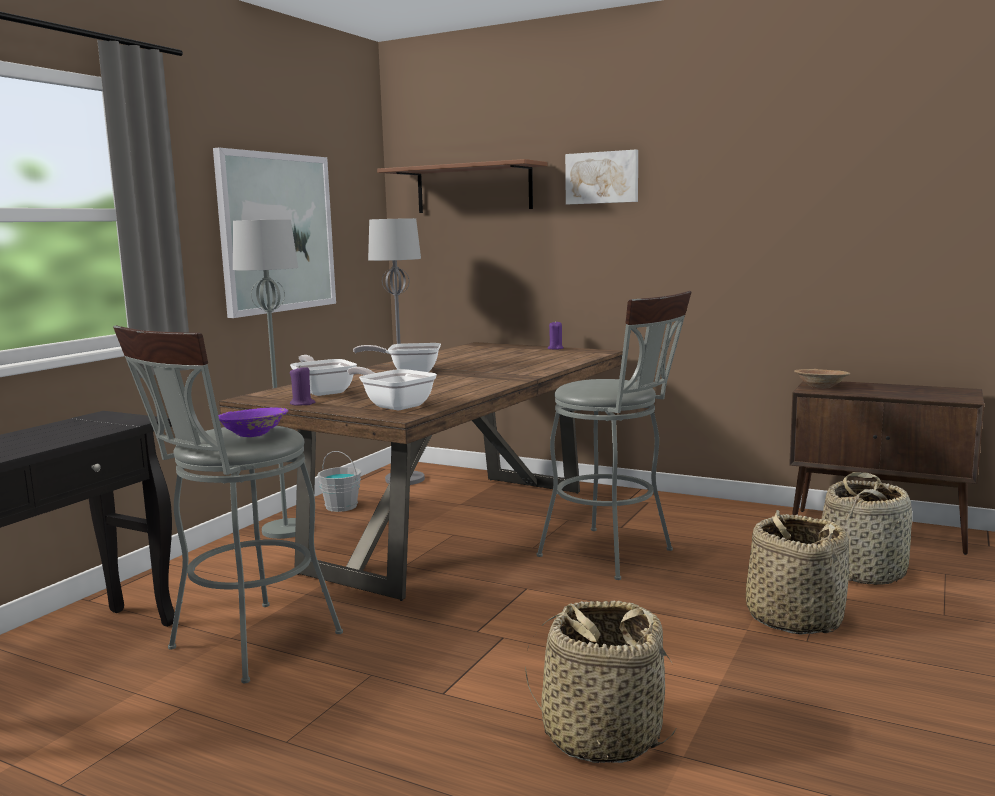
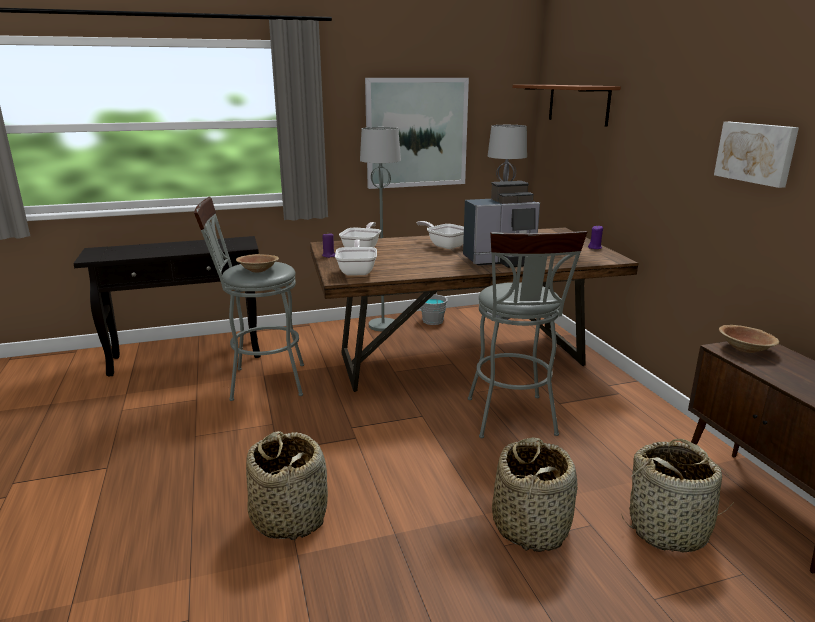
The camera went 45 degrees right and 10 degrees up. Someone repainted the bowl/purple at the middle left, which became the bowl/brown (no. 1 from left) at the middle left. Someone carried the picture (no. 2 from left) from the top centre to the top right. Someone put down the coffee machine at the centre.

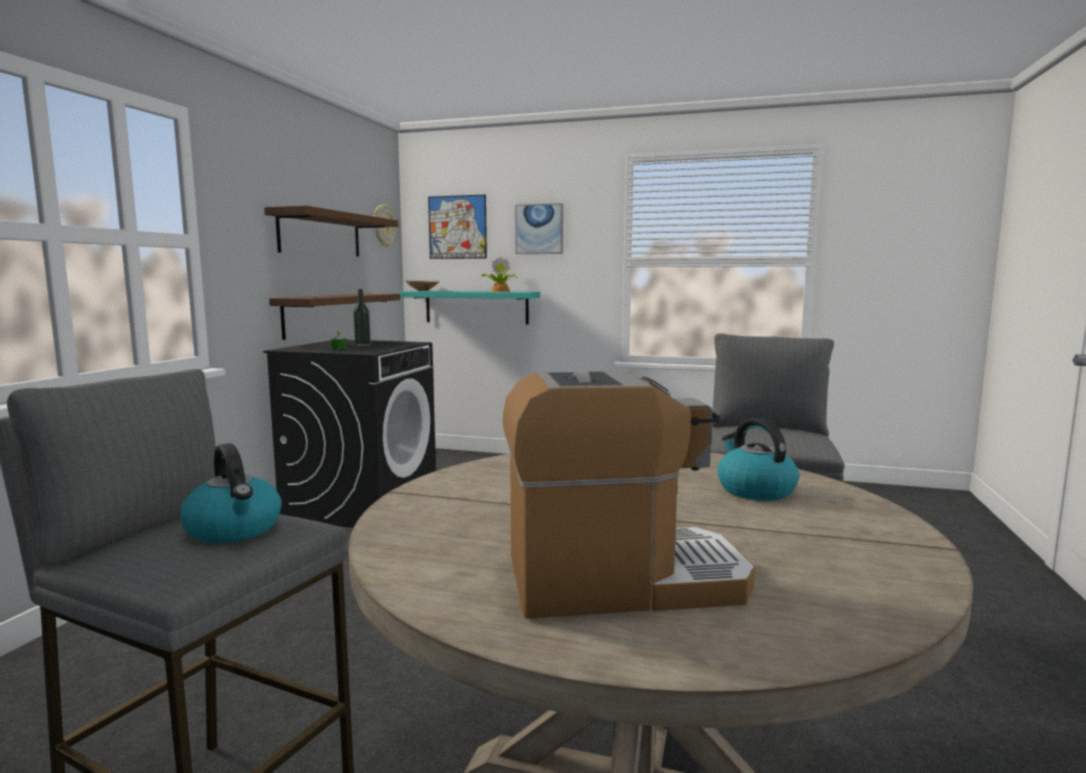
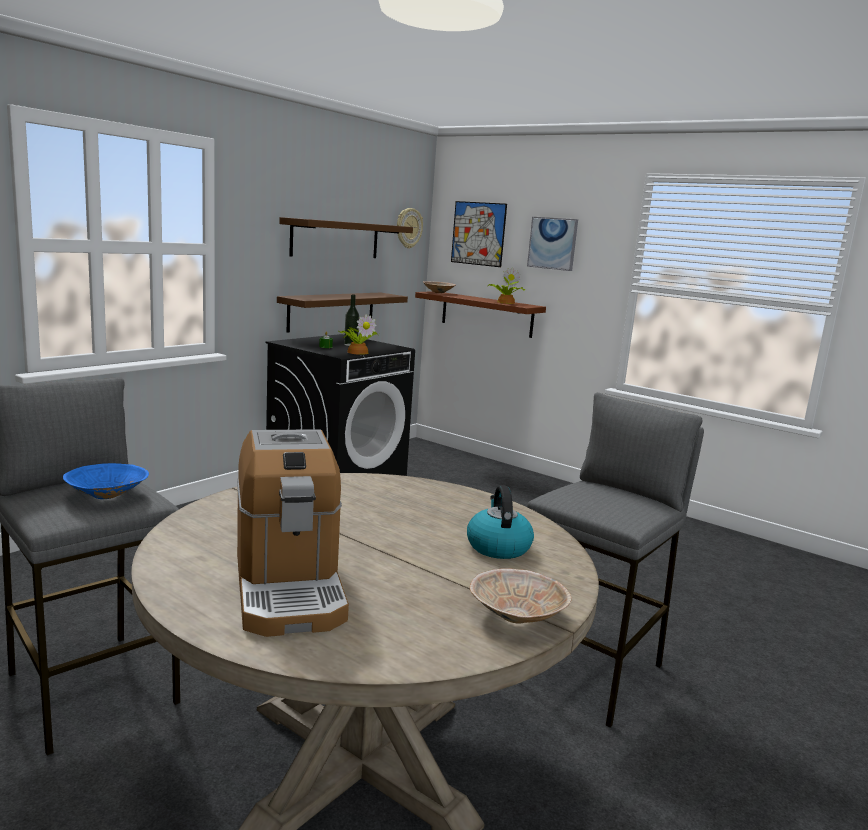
The camera went 20 degrees right and 5 degrees up. Someone swapped the kettle (no. 1 from left) at the middle left for the bowl/blue at the middle left. Someone repainted the shelf/turquoise at the centre, which became the shelf/brown (no. 3 from left) at the centre. Someone rotated the coffee machine at the centre by 60 degrees clockwise. Someone put down the potted plant (no. 1 from left) at the centre. Someone put down the bowl/beige (no. 2 from left) at the bottom centre.

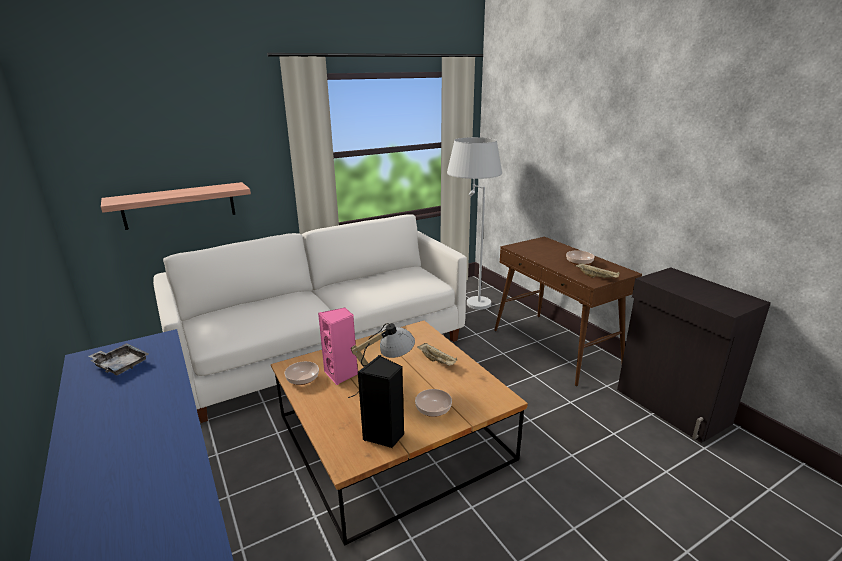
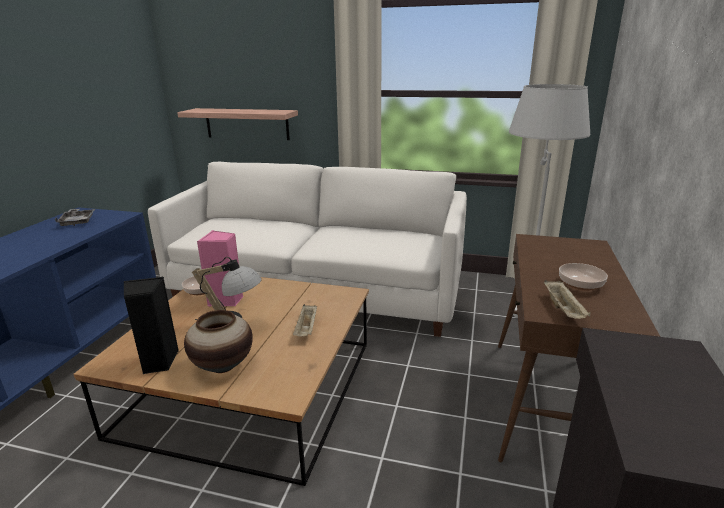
The camera went 45 degrees right and 0 degrees up. Someone swapped the bowl (no. 2 from left) at the bottom centre for the vase at the bottom left.

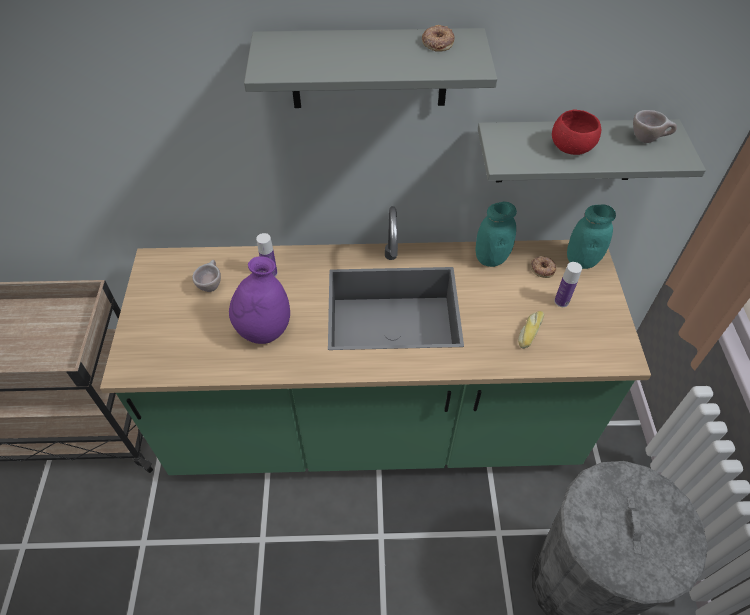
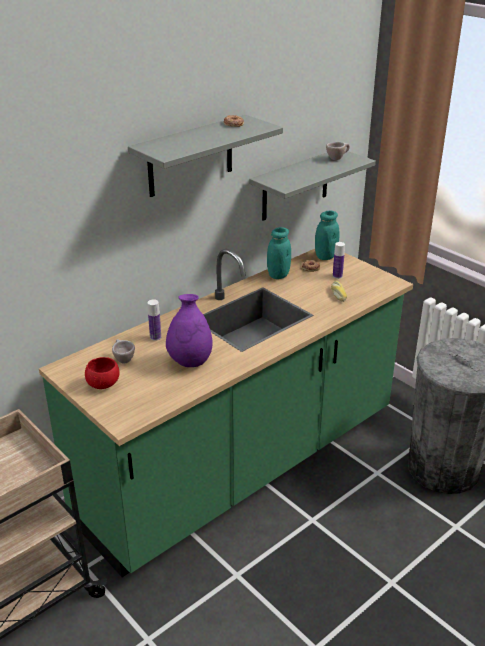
The camera went 40 degrees left and 20 degrees down. Someone carried the bowl/red from the top right to the middle left.

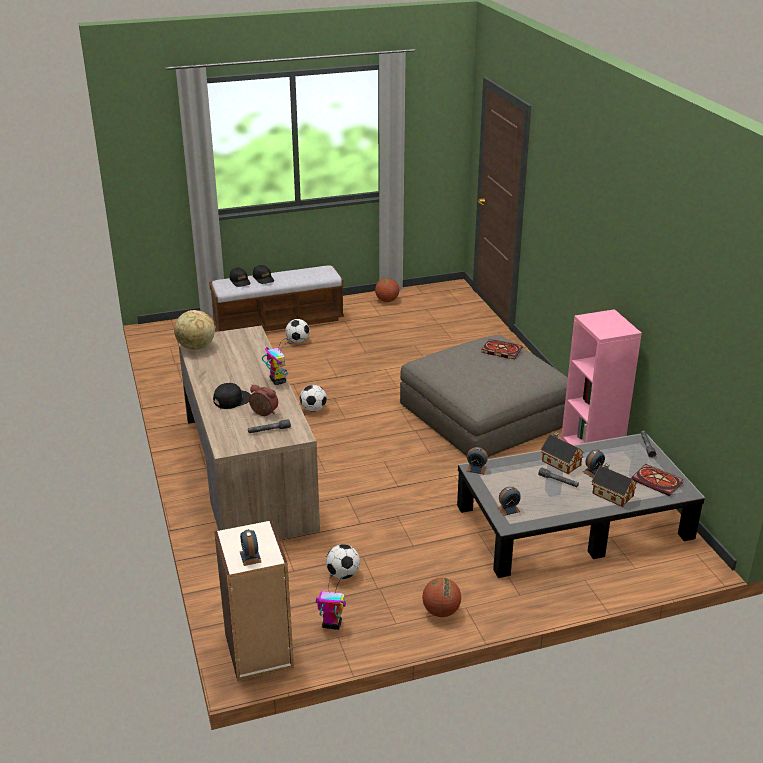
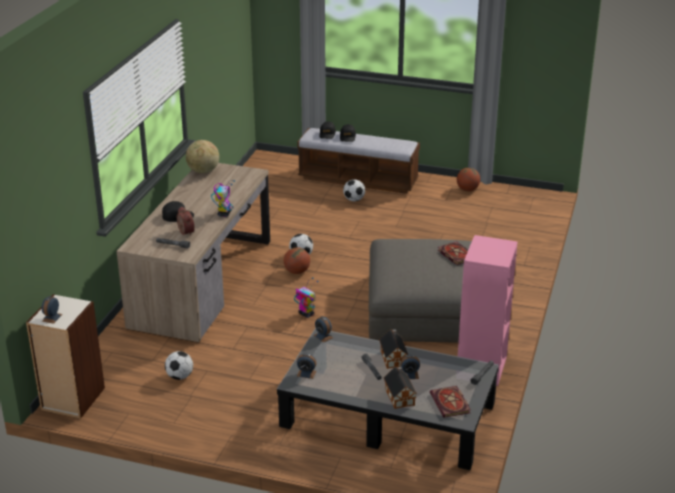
The camera went 35 degrees right and 0 degrees up. Someone carried the toy robot (no. 2 from left) from the bottom centre to the centre. Someone carried the basketball (no. 2 from left in the first image) from the bottom centre to the centre.

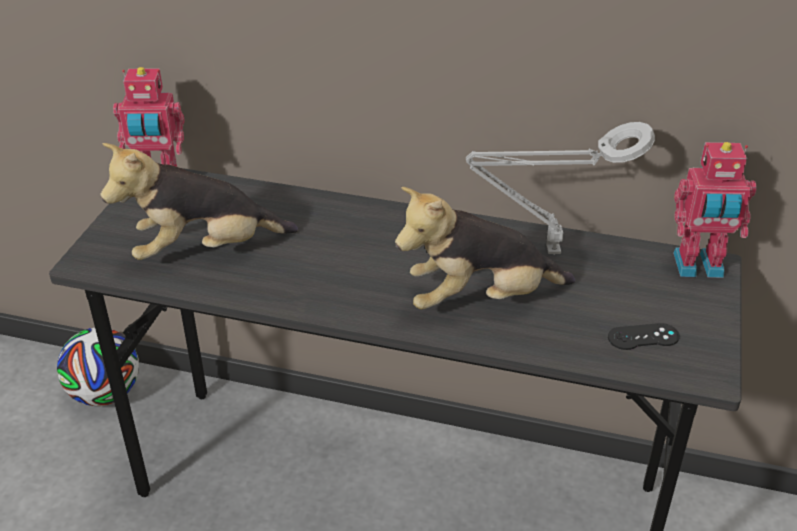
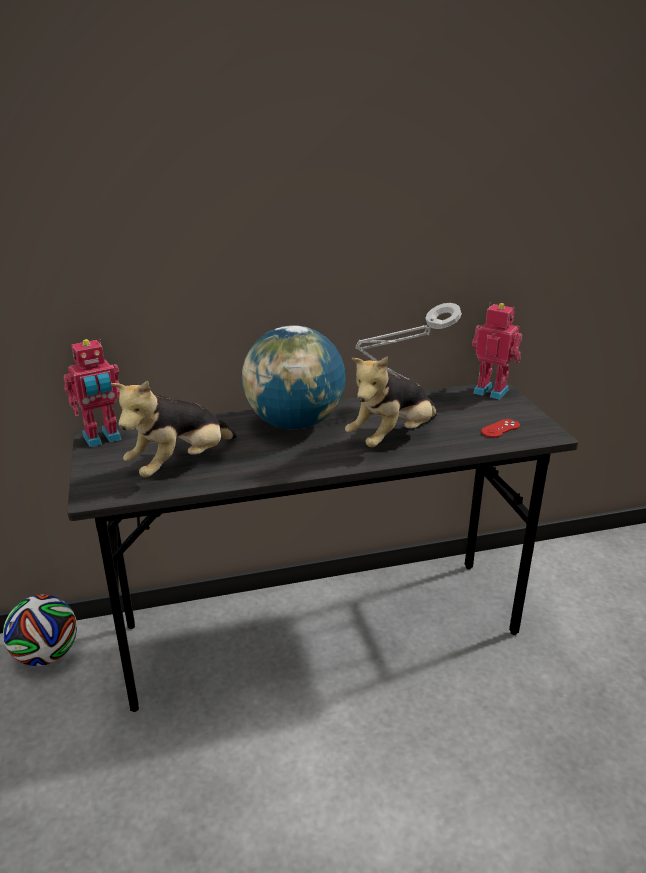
The camera went 30 degrees left and 10 degrees down. Someone repainted the game controller/black at the middle right, which became the game controller/red at the middle right. Someone rotated the toy robot (no. 2 from left) at the middle right by 120 degrees counterclockwise. Someone put down the globe at the centre.

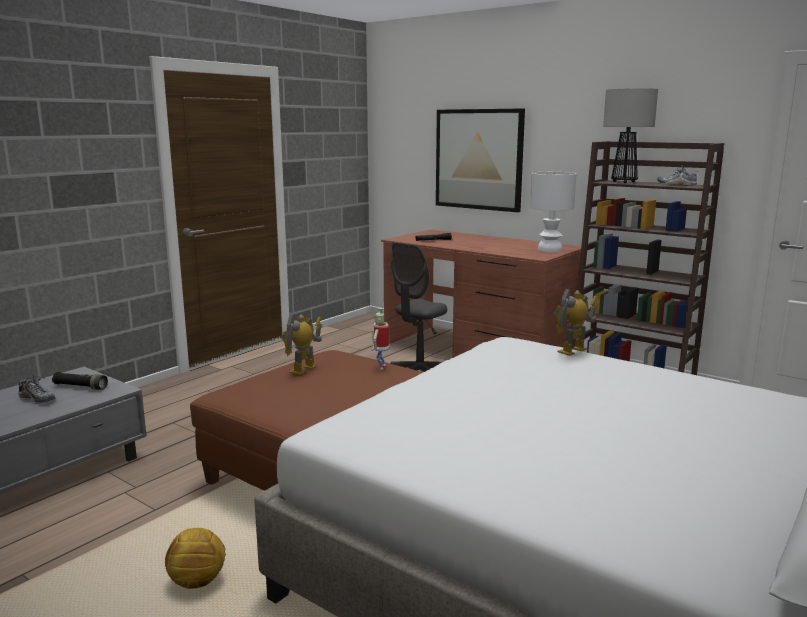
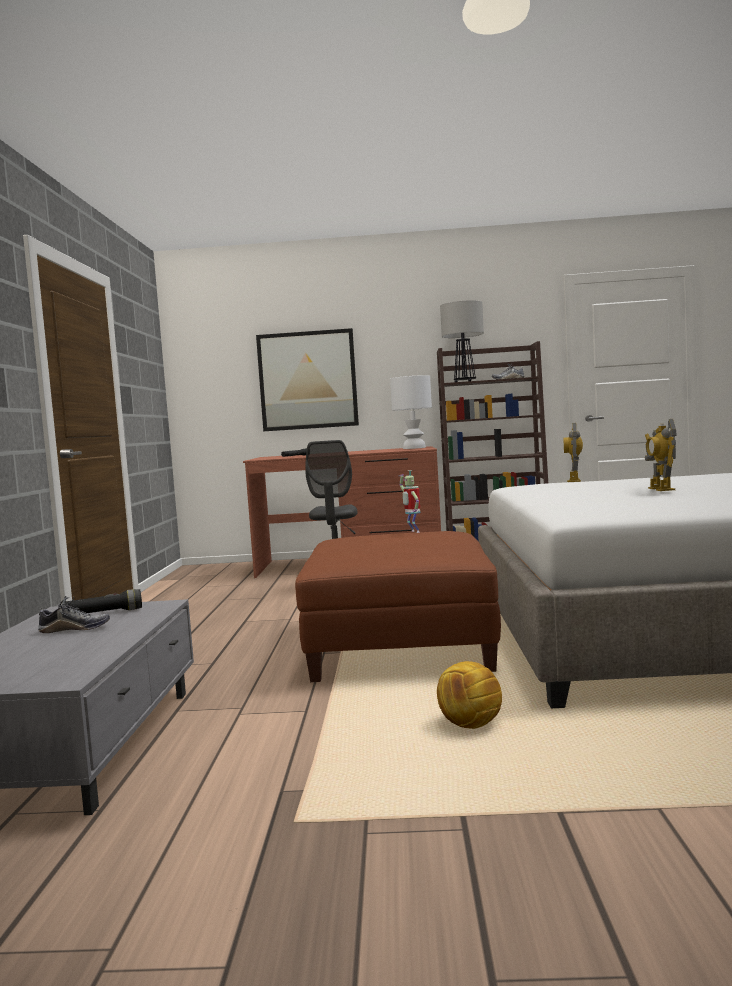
The camera went 35 degrees left and 10 degrees down. Someone carried the toy robot (no. 1 from left in the first image) from the centre to the middle right.

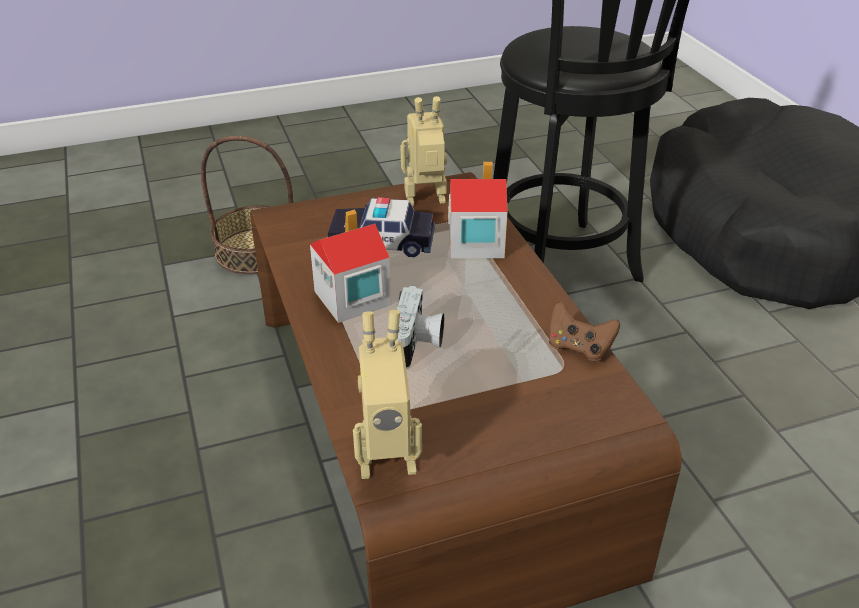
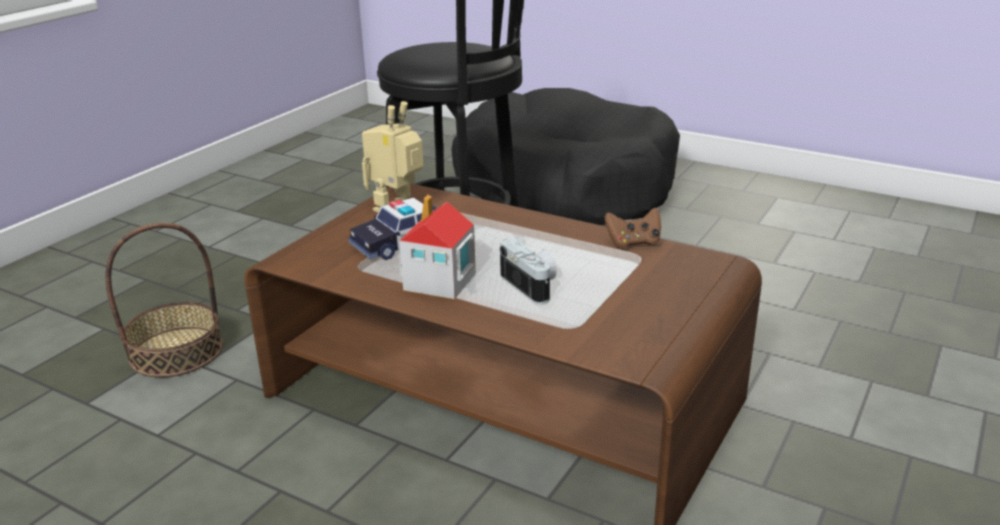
The camera went 40 degrees left and 10 degrees down. Someone took away the toy robot (no. 1 from left) at the centre. Someone took away the toy house (no. 2 from left) at the centre.

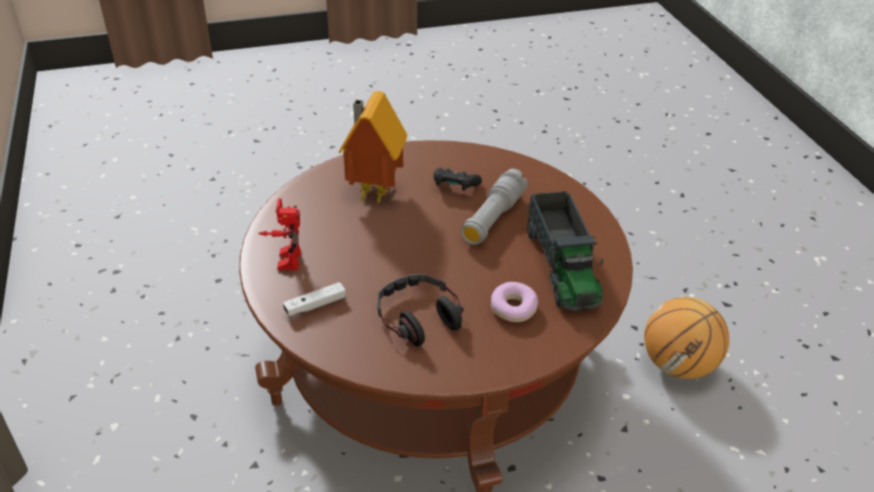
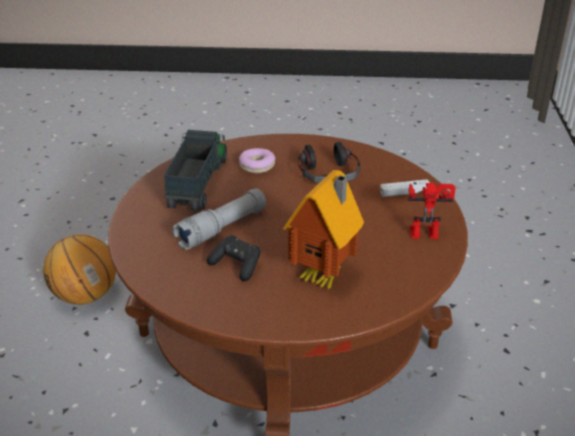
The camera went 160 degrees left and 5 degrees down. Someone rotated the toy robot at the middle left by 105 degrees counterclockwise.

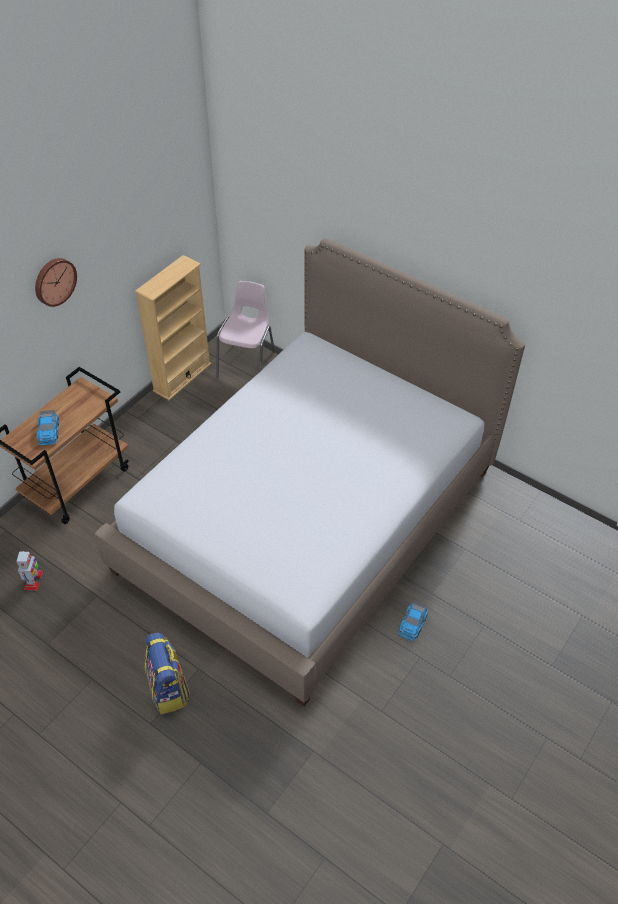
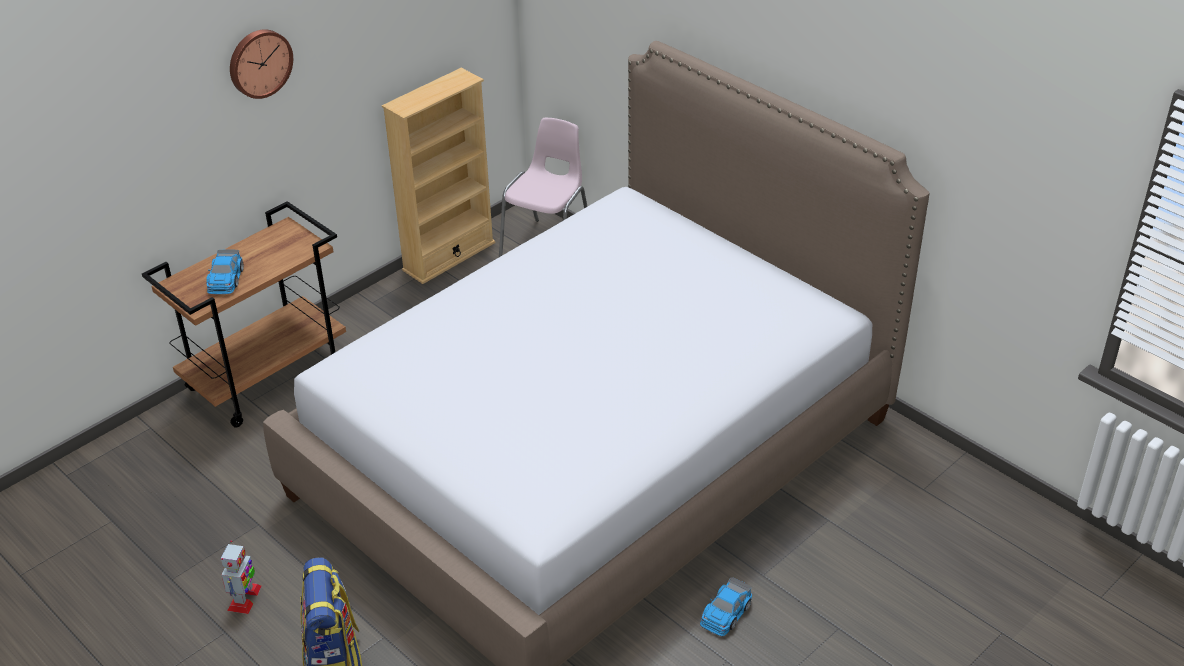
The camera went 10 degrees right and 10 degrees down. Someone carried the toy robot from the middle left to the bottom left.

